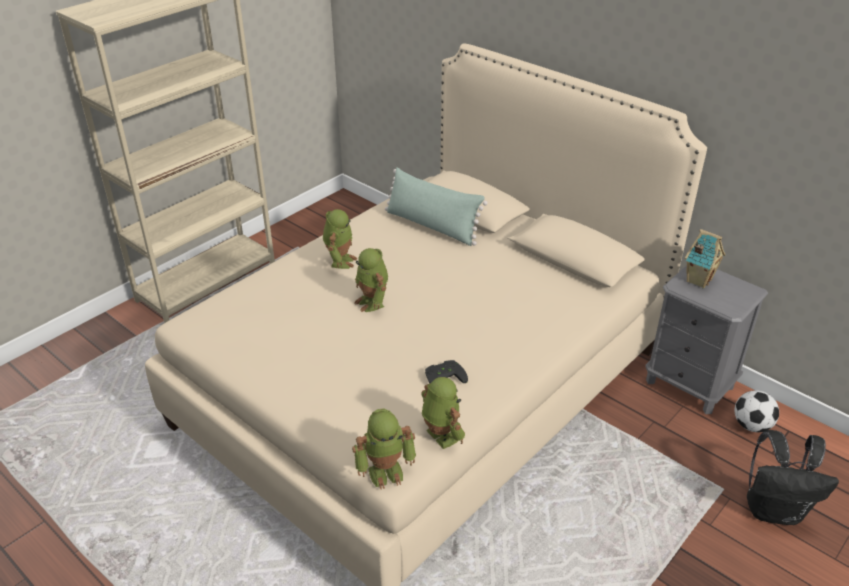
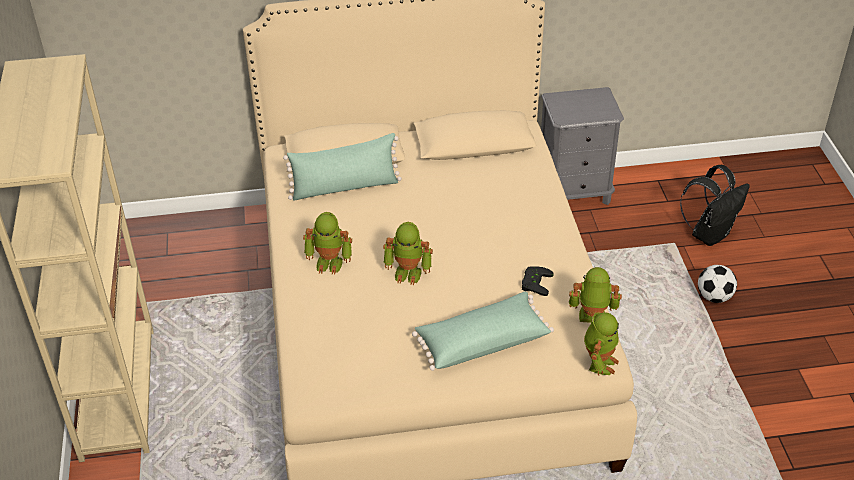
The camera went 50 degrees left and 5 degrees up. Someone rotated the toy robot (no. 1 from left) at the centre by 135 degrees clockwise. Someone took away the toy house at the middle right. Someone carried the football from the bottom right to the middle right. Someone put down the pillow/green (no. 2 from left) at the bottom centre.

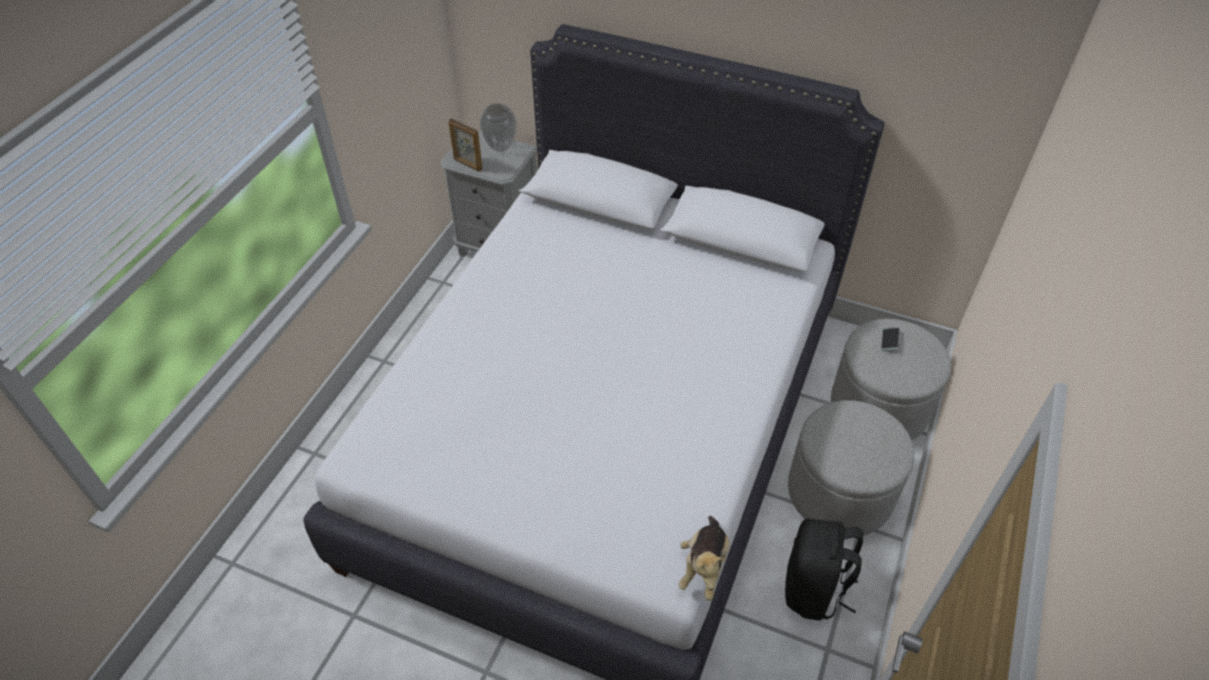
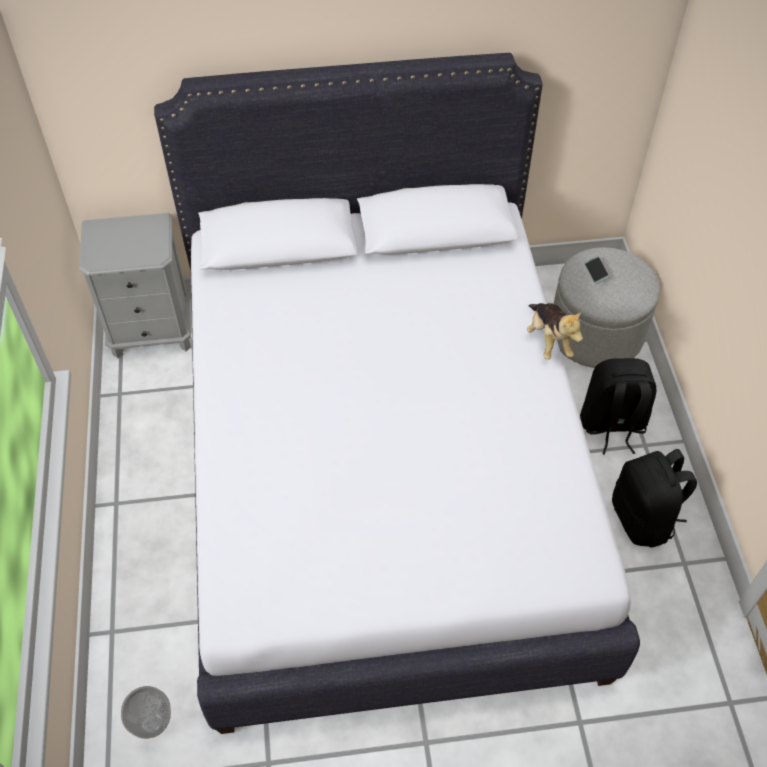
The camera went 30 degrees left and 5 degrees up. Someone took away the picture frame at the top centre. Someone carried the vase from the top centre to the bottom left. Someone carried the plush toy from the bottom centre to the middle right. Someone swapped the ottoman/grey (no. 1 from left) at the bottom right for the backpack/black (no. 1 from left) at the middle right.

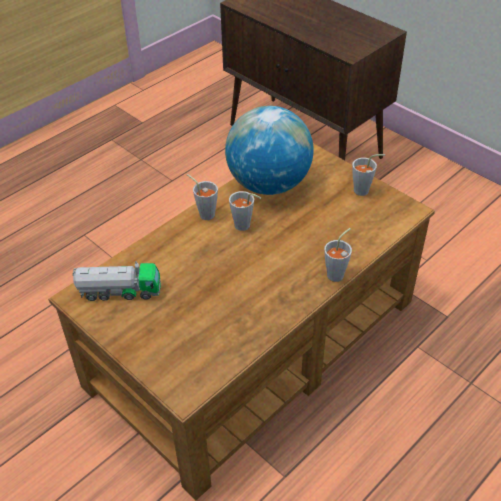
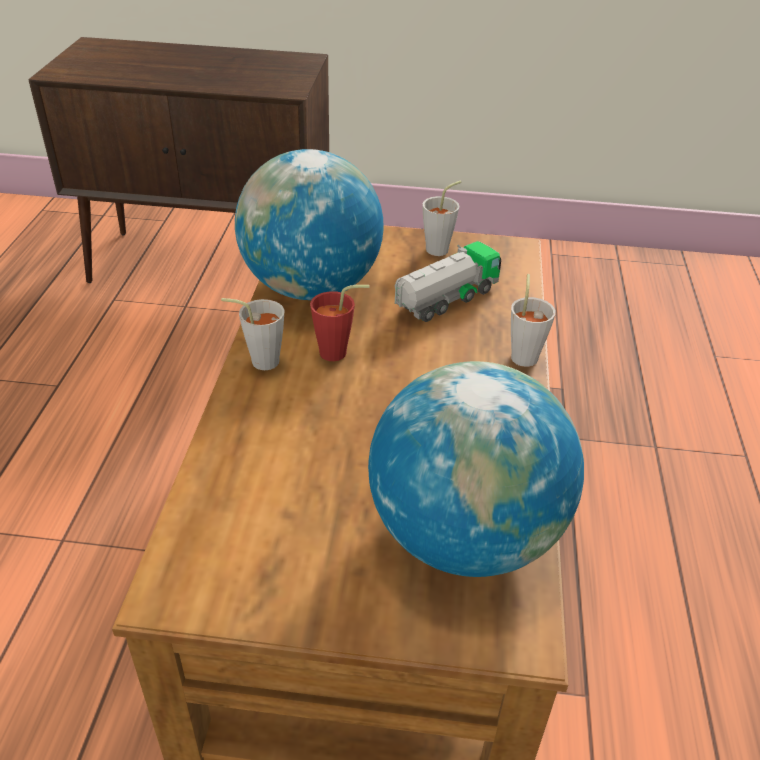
The camera went 40 degrees left and 5 degrees down. Someone carried the toy truck from the middle left to the centre. Someone repainted the cup/grey (no. 2 from left) at the centre, which became the cup/red at the centre. Someone put down the globe (no. 2 from left) at the centre.

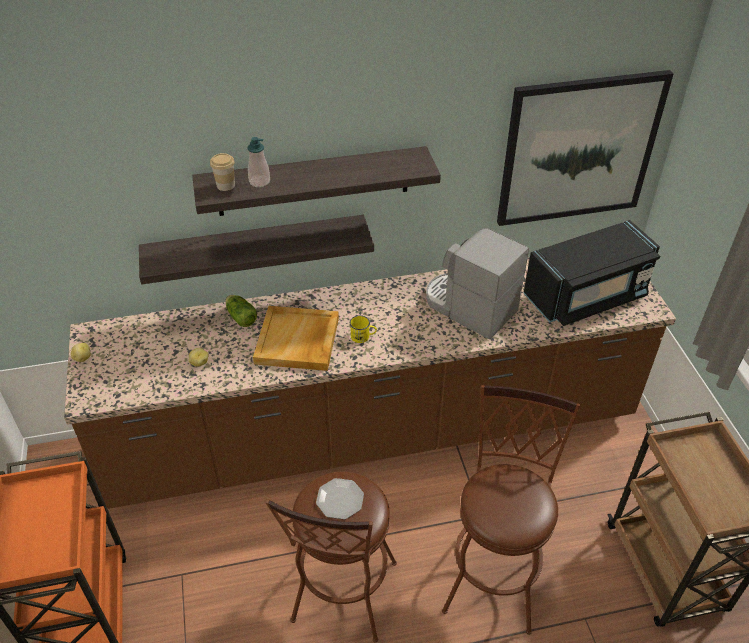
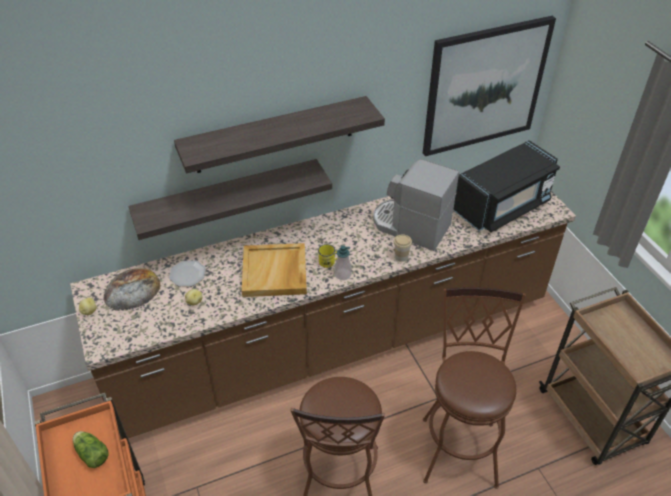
The camera went 10 degrees left and 0 degrees up. Someone carried the cup from the top left to the centre. Someone carried the lettuce from the middle left to the bottom left. Someone carried the soap dispenser from the top centre to the centre. Someone carried the plate from the bottom centre to the middle left. Someone put down the bread at the middle left.

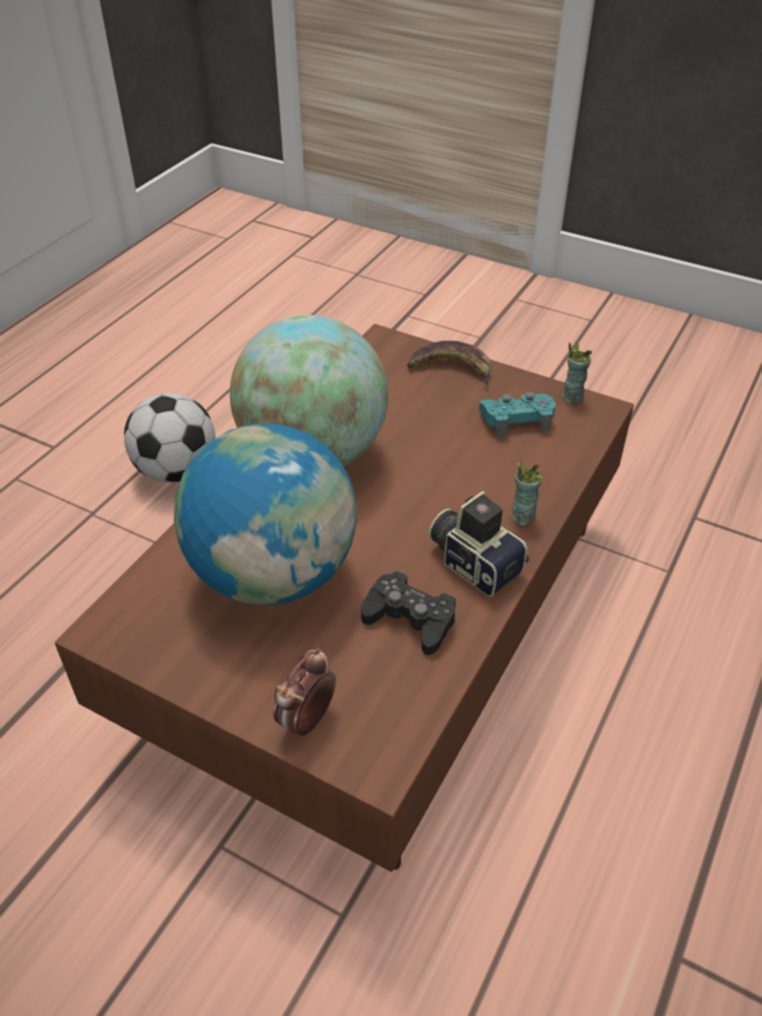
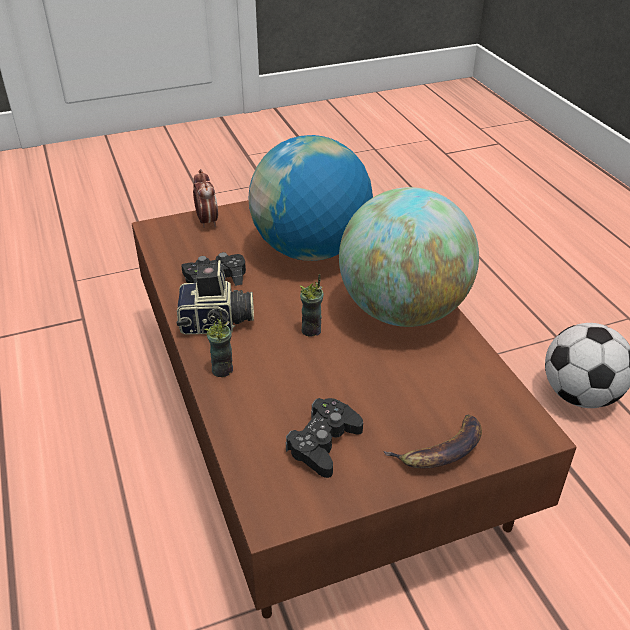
The camera went 130 degrees right and 5 degrees down. Someone repainted the game controller/turquoise at the middle right, which became the game controller/black (no. 2 from left) at the bottom centre. Someone carried the cup (no. 2 from left) from the middle right to the centre.

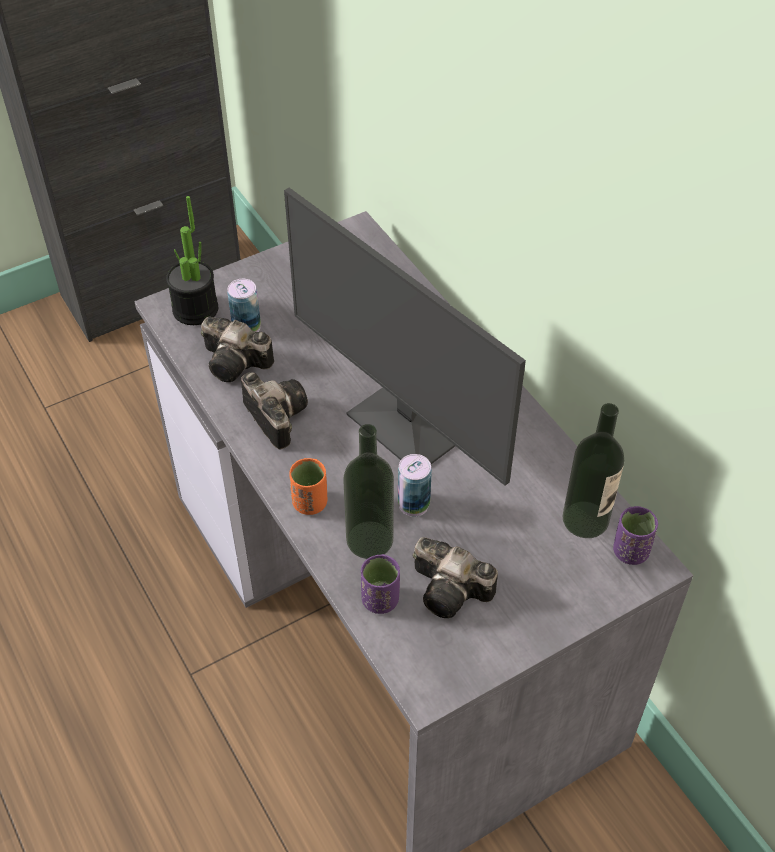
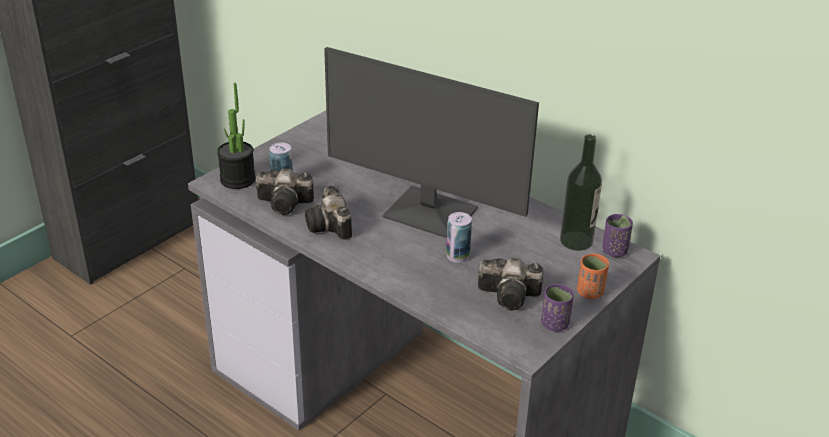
The camera went 20 degrees left and 15 degrees down. Someone rotated the photo camera (no. 2 from left) at the centre by 150 degrees counterclockwise. Someone carried the cup/orange from the centre to the middle right. Someone took away the bottle (no. 1 from left) at the centre. Someone carried the cup/purple (no. 1 from left) from the bottom centre to the bottom right.

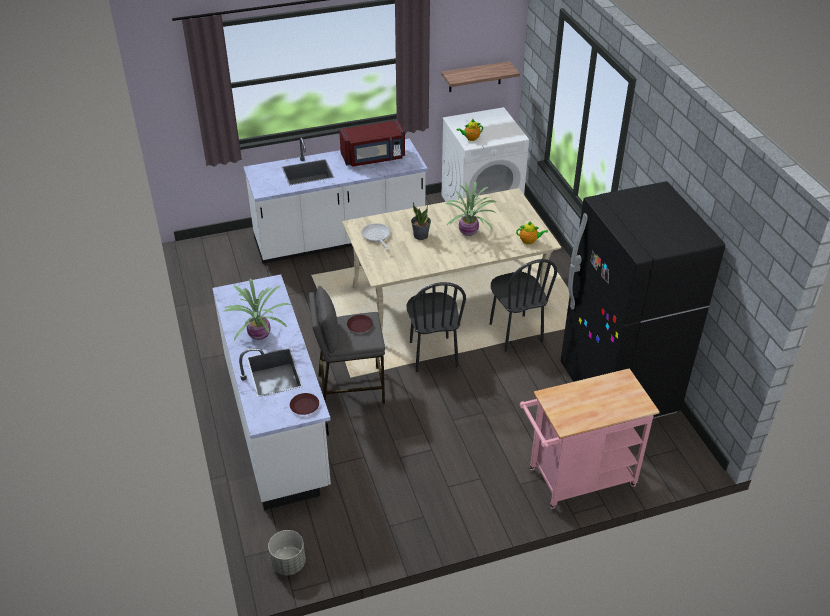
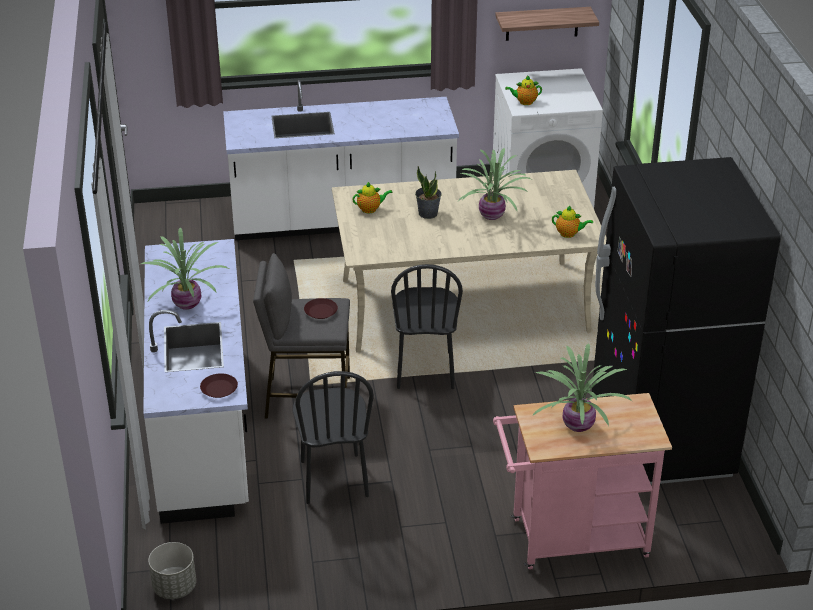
The camera went 10 degrees right and 5 degrees down. Someone took away the microwave/red at the top centre. Someone swapped the frying pan at the centre for the teapot (no. 1 from left) at the top centre. Someone carried the chair/black (no. 2 from left in the first image) from the centre to the bottom centre. Someone put down the potted plant (no. 4 from left) at the middle right.

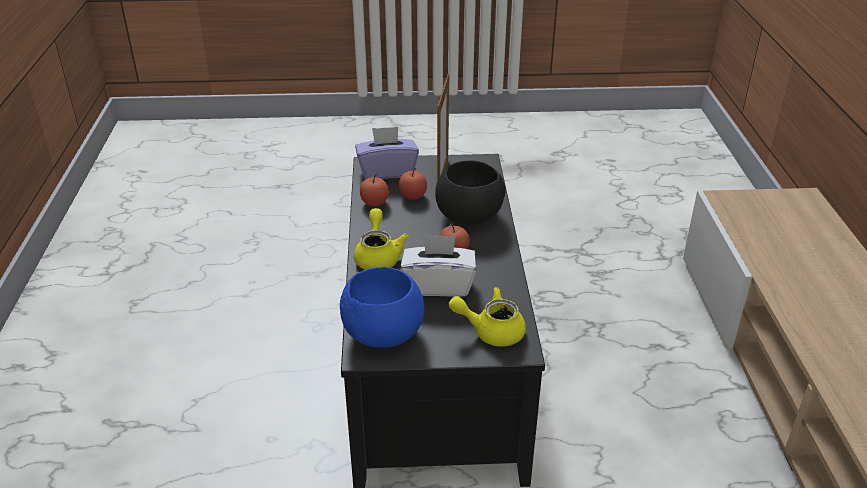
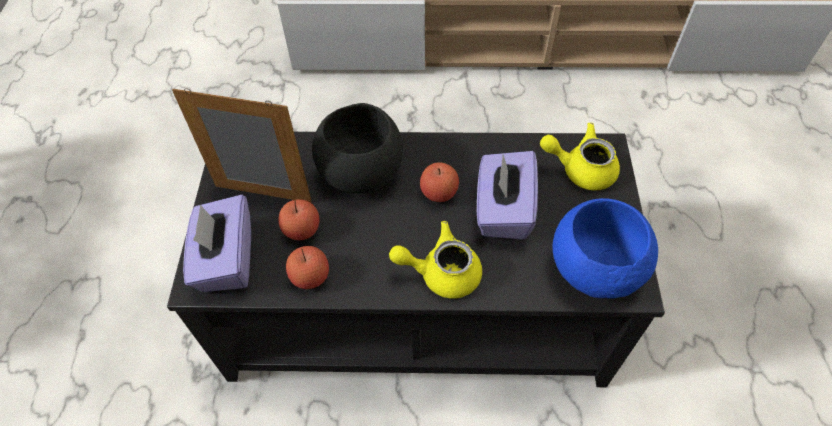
The camera went 85 degrees left and 20 degrees up. Someone repainted the tissue box/white at the centre, which became the tissue box/purple (no. 2 from left) at the centre. Someone rotated the teapot/yellow (no. 2 from left) at the centre by 90 degrees clockwise.

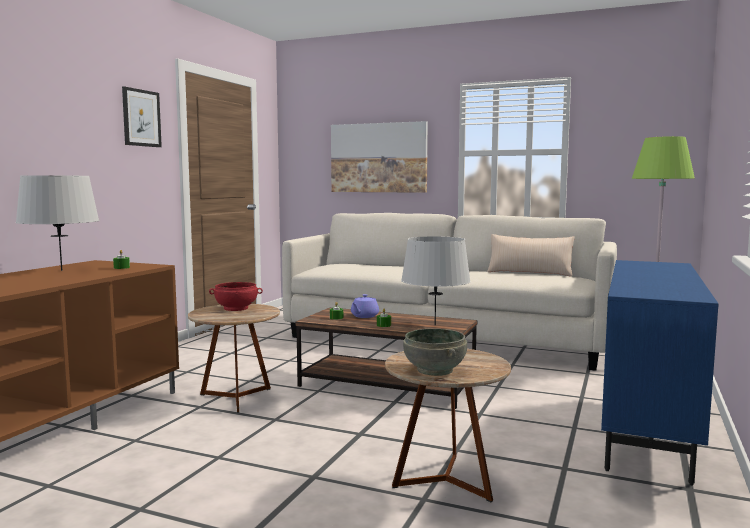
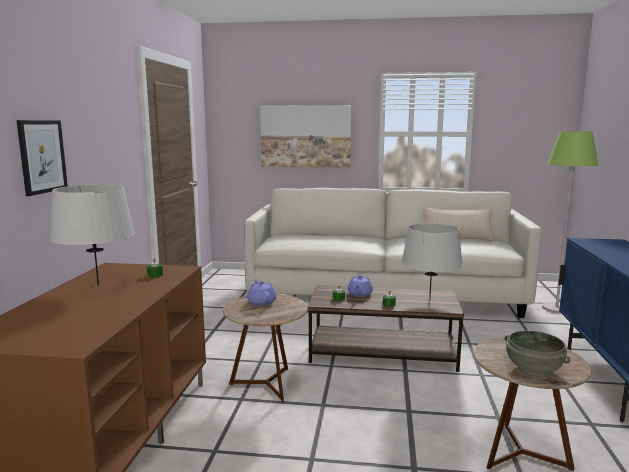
The camera went 15 degrees left and 5 degrees up. Someone carried the picture (no. 1 from left) from the top left to the middle left. Someone swapped the bowl/red at the middle left for the teapot/purple (no. 1 from left) at the centre.

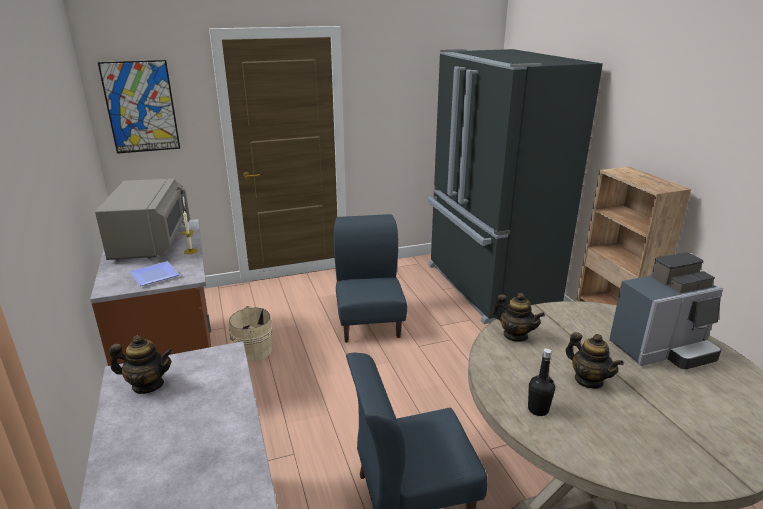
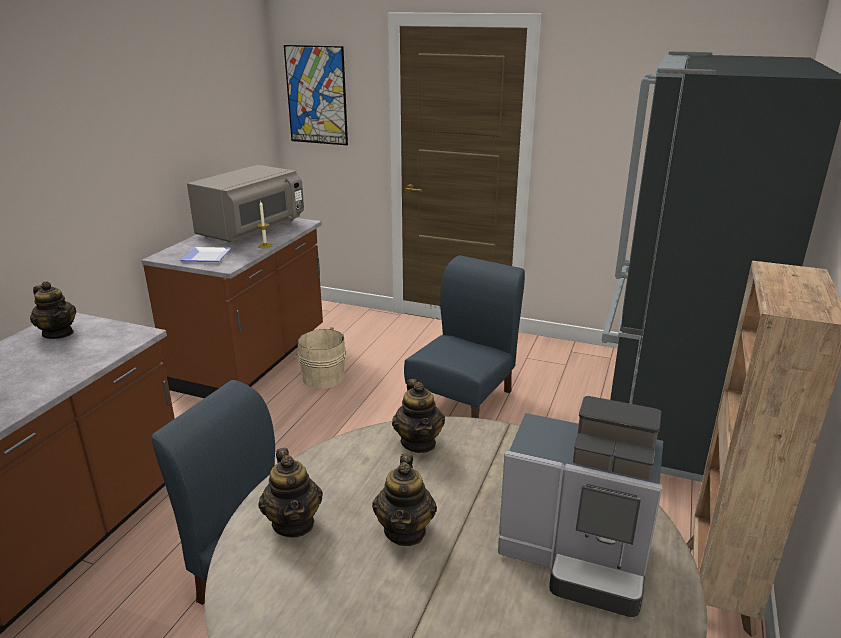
The camera went 40 degrees right and 0 degrees up. Someone swapped the bottle/black at the bottom right for the teapot (no. 2 from left) at the bottom centre.

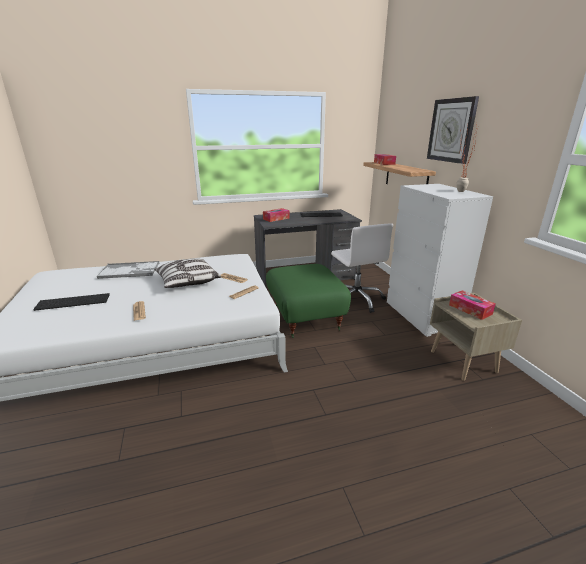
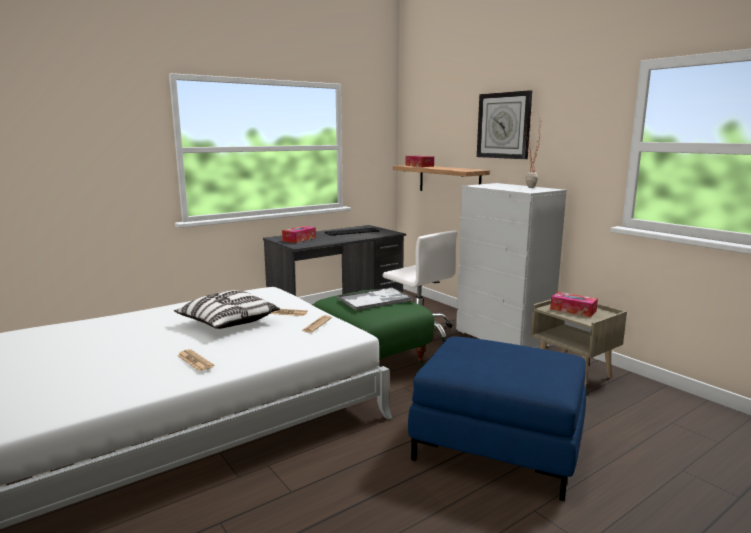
The camera went 20 degrees left and 10 degrees down. Someone took away the keyboard (no. 1 from left) at the middle left. Someone carried the tray from the middle left to the centre. Someone put down the ottoman/blue at the bottom centre.

